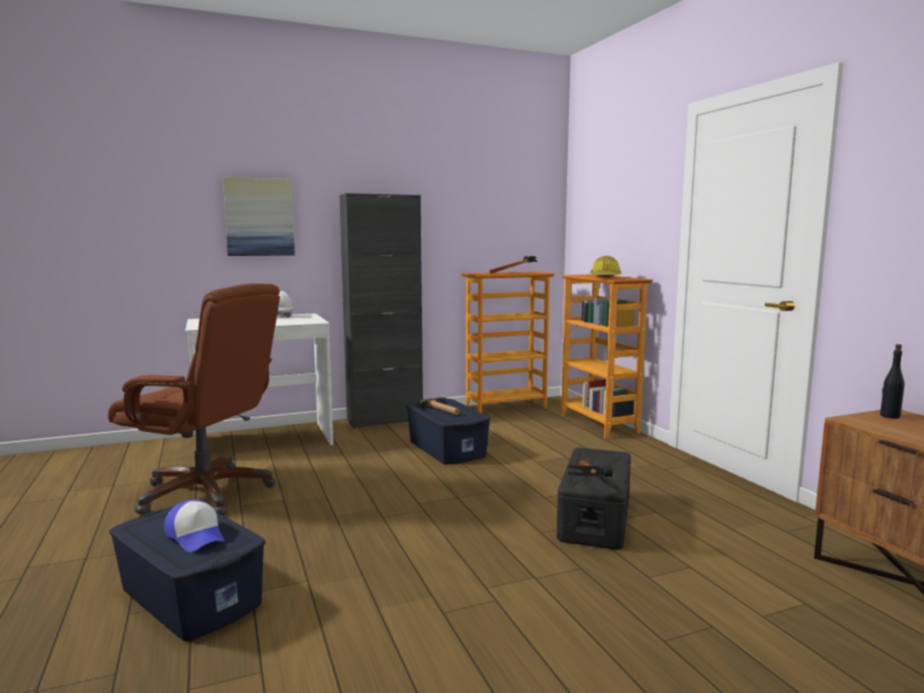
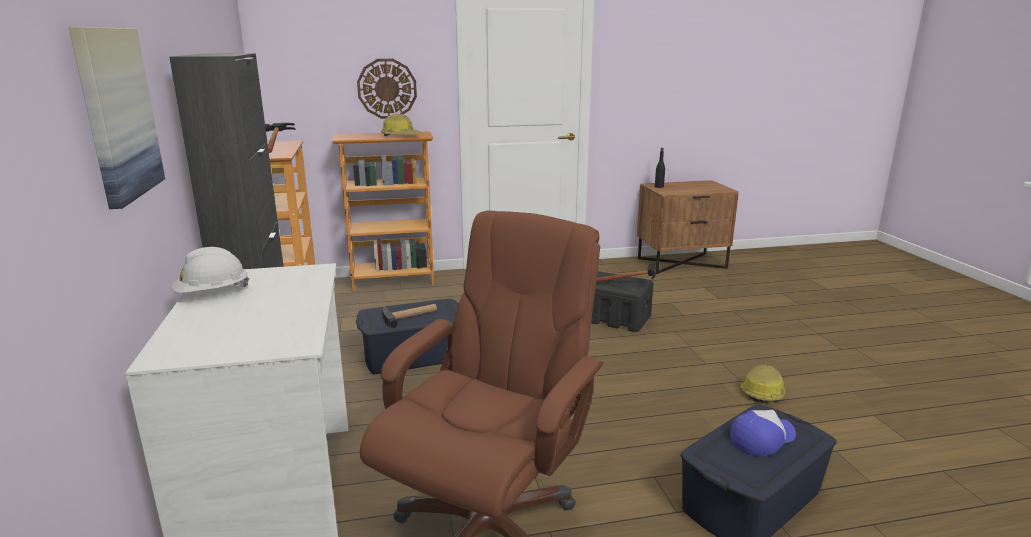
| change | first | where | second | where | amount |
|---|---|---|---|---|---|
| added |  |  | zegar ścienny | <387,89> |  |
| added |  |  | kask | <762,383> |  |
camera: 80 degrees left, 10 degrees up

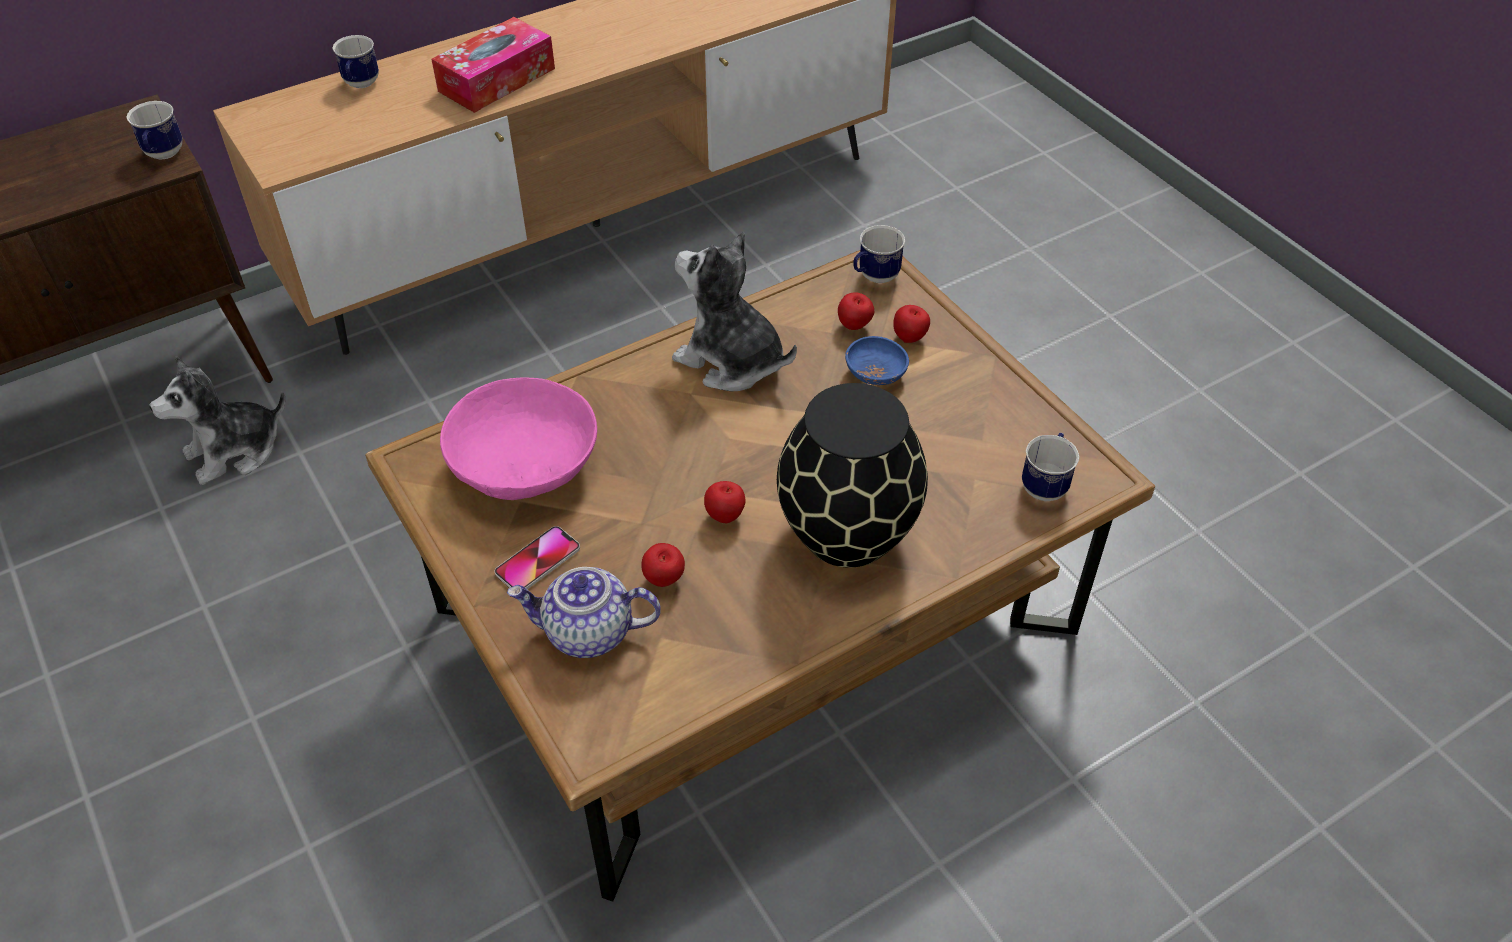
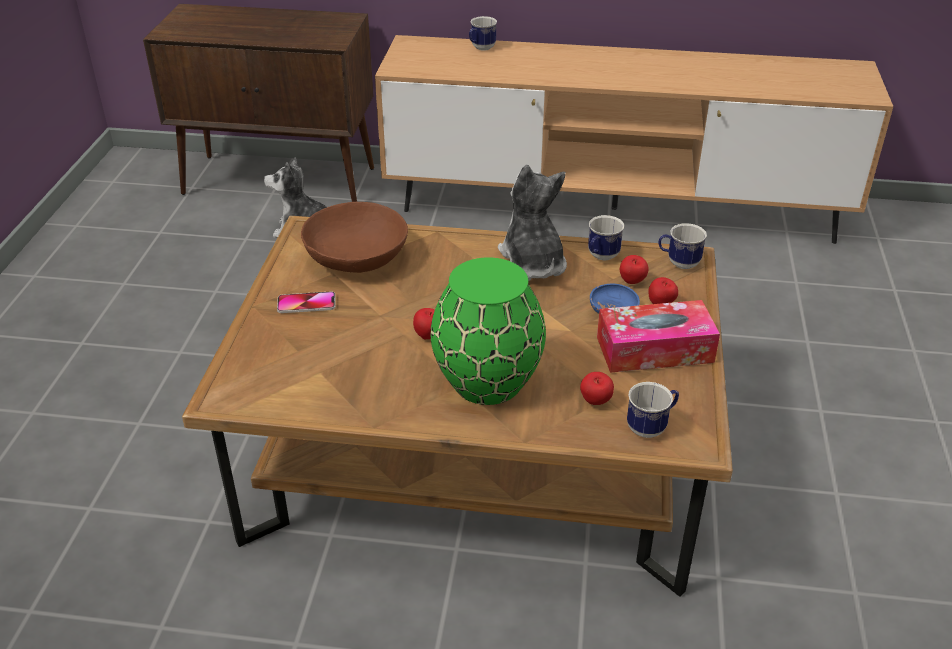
| change | first | where | second | where | amount |
|---|---|---|---|---|---|
| recoloured | miska/różowy | <518,438> | miska/brązowy | <354,237> |  |
| recoloured | wazon/czarny | <852,475> | wazon/zielony | <488,331> |  |
| moved | jabłko | <663,565> |  | <597,388> |  |
| moved | kubek | <154,130> |  | <606,237> |  |
| moved | pudełko chusteczek | <493,65> |  | <658,336> |  |
| removed | imbryk | <583,612> |  |  |  |
camera: 40 degrees right, 10 degrees down

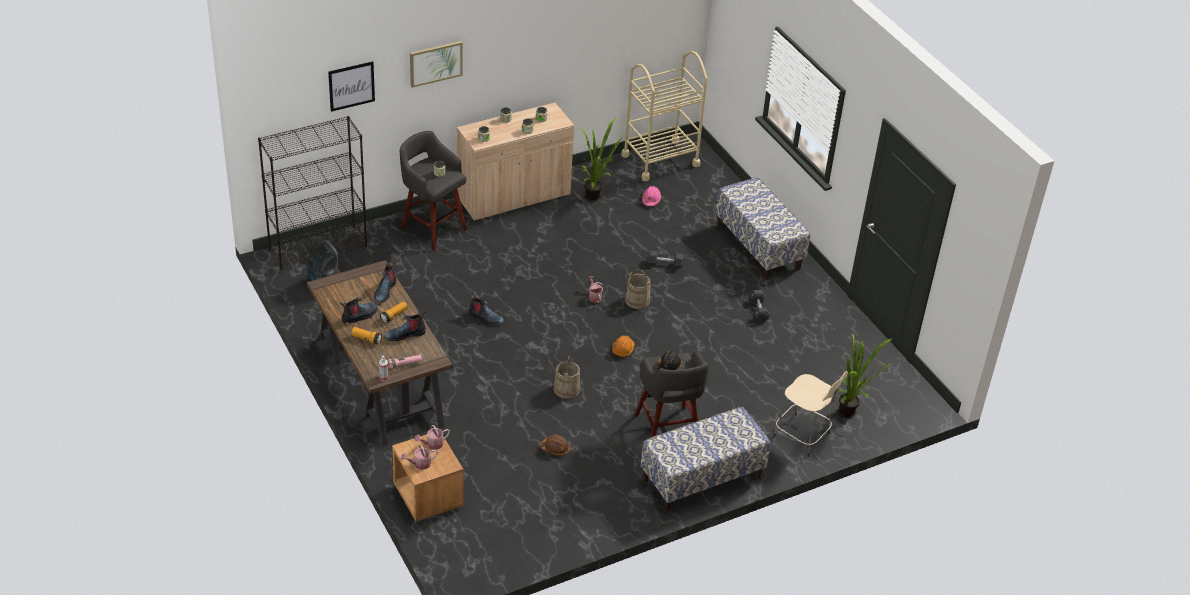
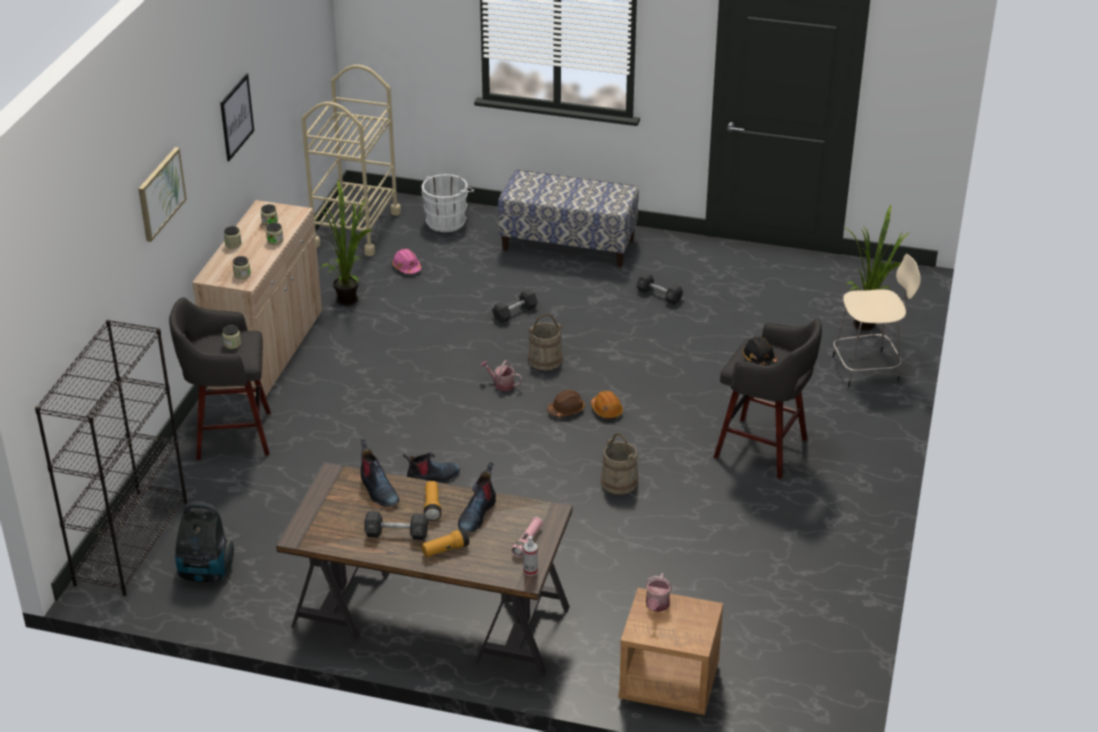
| change | first | where | second | where | amount |
|---|---|---|---|---|---|
| moved | obraz | <351,86> |  | <237,117> |  |
| replaced | but z cholewką | <359,310> | hantel/czarny | <396,525> |  |
| added |  |  | wiadro/biały | <448,203> |  |
| moved | kask/brązowy | <555,445> |  | <566,403> |  |
| removed | konewka | <419,457> |  |  |  |
| removed | ławka | <705,459> |  |  |  |
camera: 45 degrees left, 5 degrees down

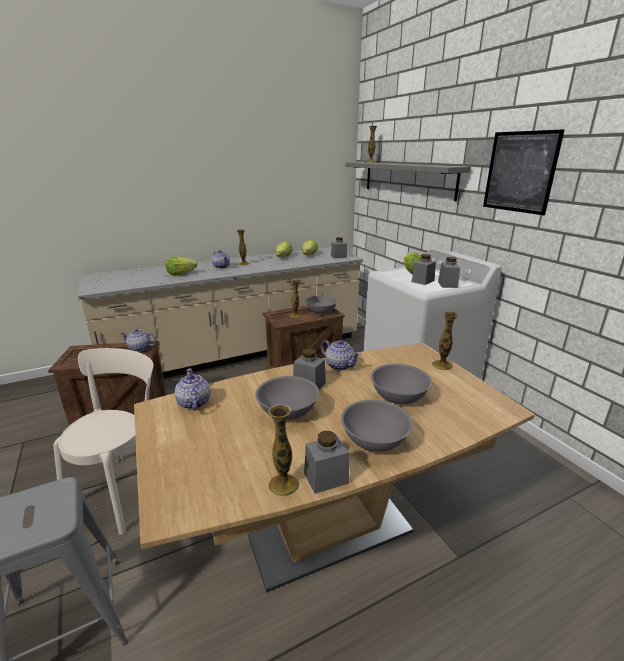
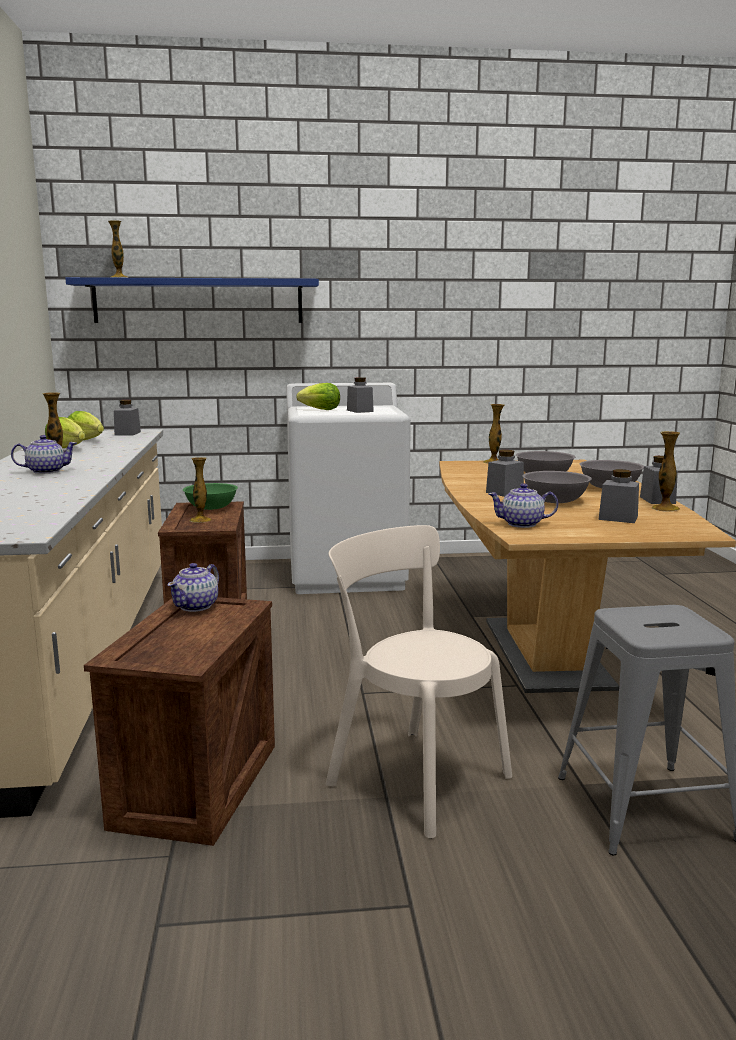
| change | first | where | second | where | amount |
|---|---|---|---|---|---|
| recoloured | półka/szary | <408,181> | półka/niebieski | <192,300> |  |
| recoloured | miska/szary | <321,304> | miska/zielony | <210,496> |  |
| moved | słoik/szary | <449,272> |  | <618,496> |  |
| removed | sałata | <181,266> |  |  |  |
| removed | imbryk | <341,355> |  |  |  |
| removed | obraz | <524,172> |  |  |  |
camera: 70 degrees left, 10 degrees down

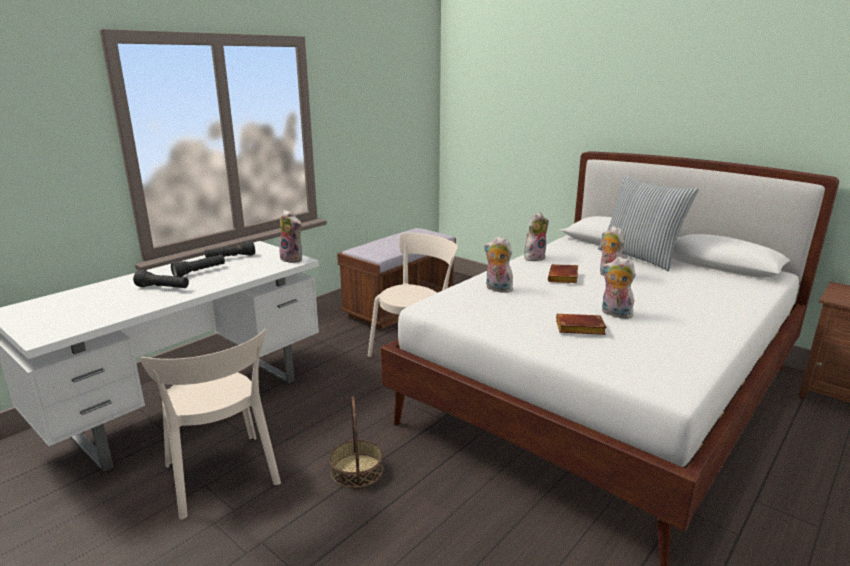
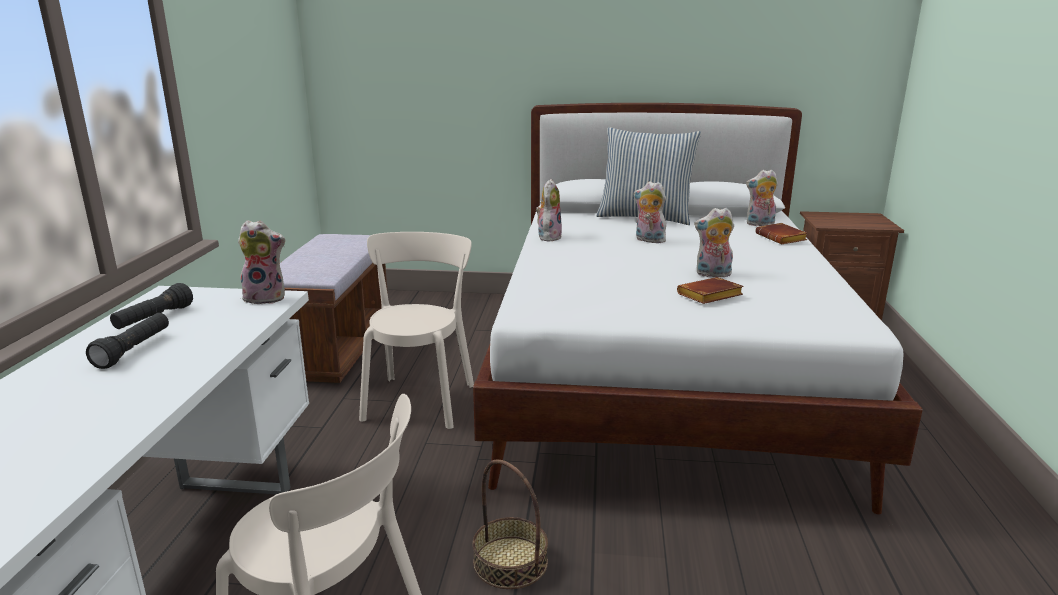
| change | first | where | second | where | amount |
|---|---|---|---|---|---|
| moved | pluszak | <498,264> |  | <762,197> |  |
| moved | książka/brązowy | <563,273> |  | <781,233> |  |
| removed | latarka/czarny | <161,279> |  |  |  |
camera: 35 degrees left, 0 degrees up

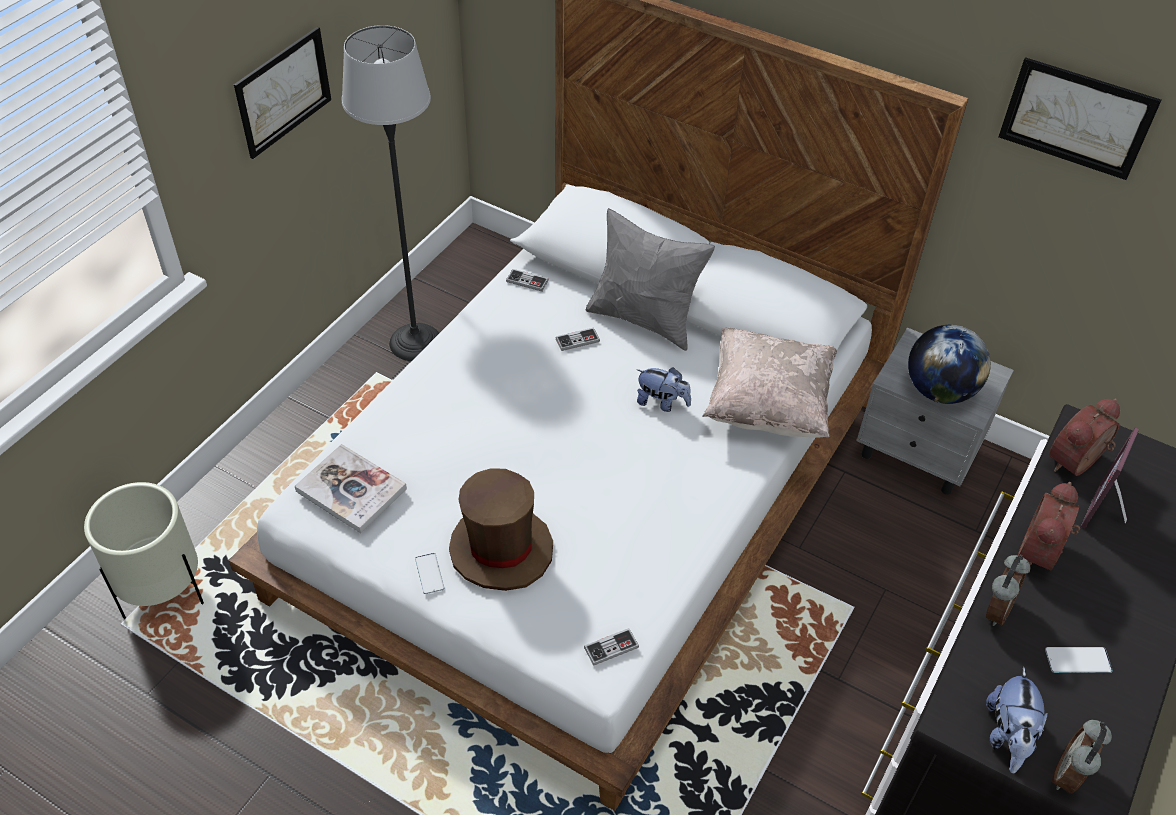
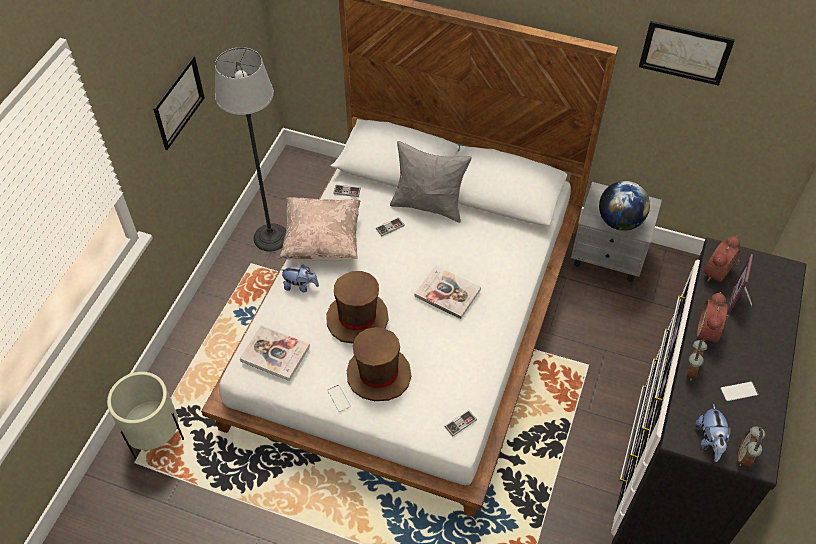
| change | first | where | second | where | amount |
|---|---|---|---|---|---|
| moved | poduszka/beżowy | <769,382> |  | <319,229> |  |
| moved | pluszak | <663,389> |  | <299,278> |  |
| added |  |  | kapelusz/brązowy | <357,307> |  |
| added |  |  | książka | <448,292> |  |
camera: 10 degrees left, 5 degrees up

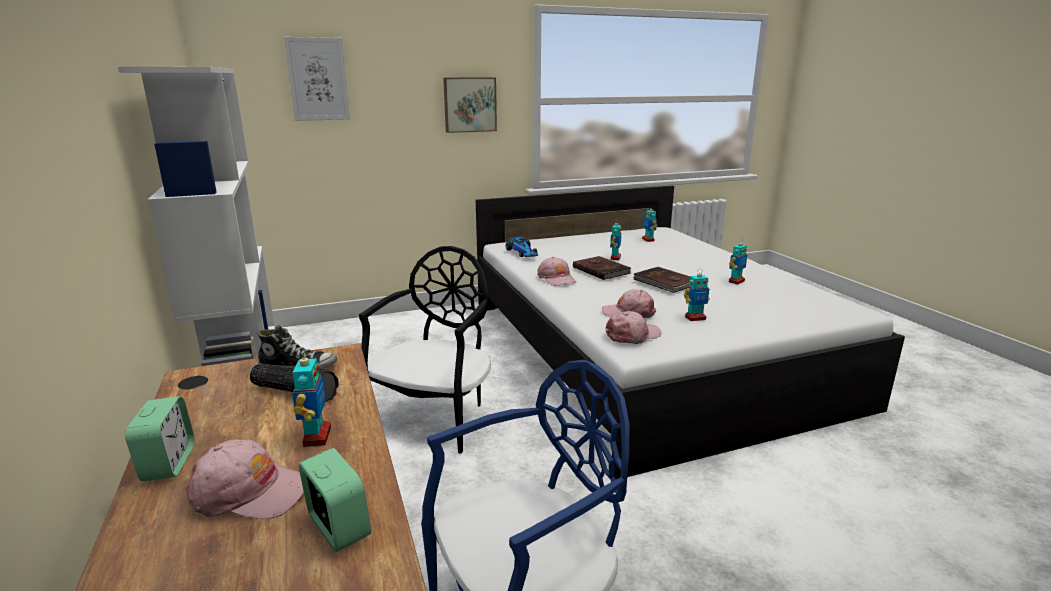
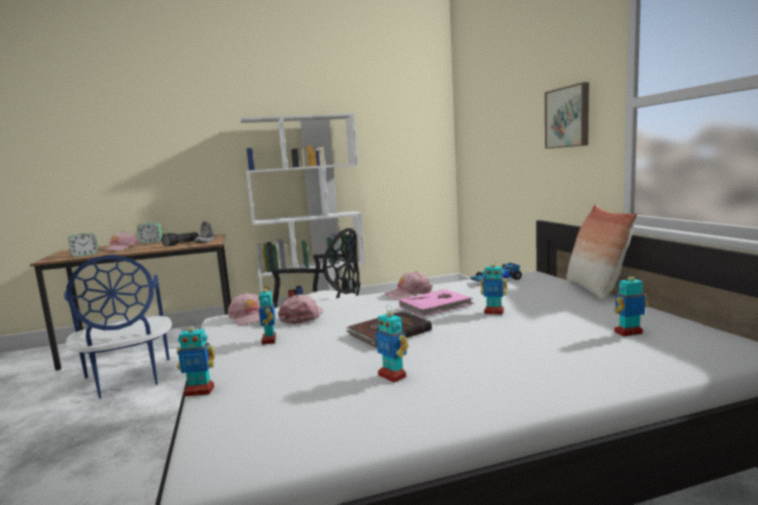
| change | first | where | second | where | amount |
|---|---|---|---|---|---|
| moved | robot zabawkowy | <311,398> |  | <196,358> |  |
| recoloured | książka/brązowy | <602,268> | książka/różowy | <436,303> |  |
| added |  |  | poduszka | <601,252> |  |
| removed | obraz | <317,79> |  |  |  |
camera: 95 degrees right, 10 degrees down

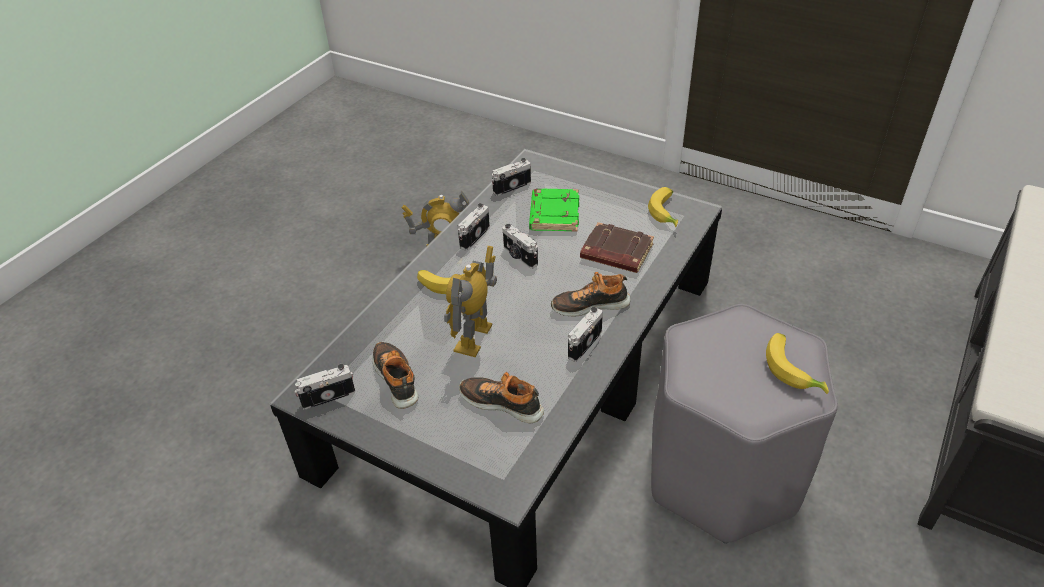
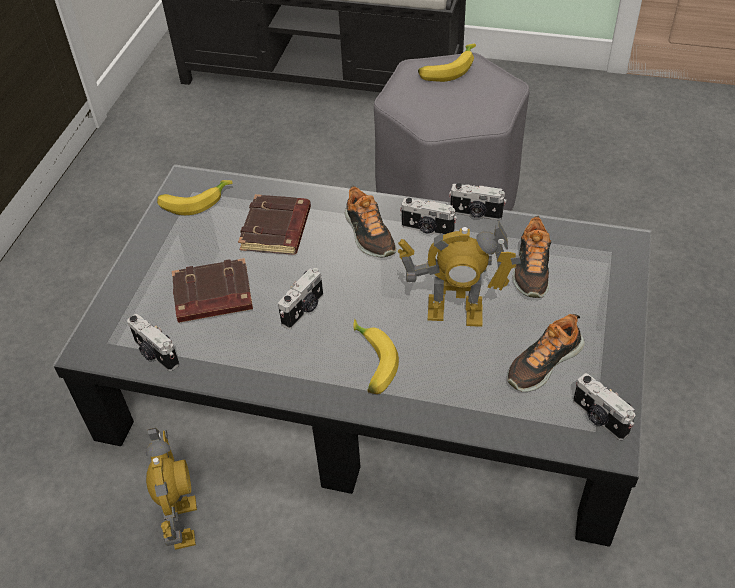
| change | first | where | second | where | amount |
|---|---|---|---|---|---|
| recoloured | książka/zielony | <554,210> | książka/brązowy | <212,290> |  |
| moved | aparat fotograficzny | <473,226> |  | <477,201> |  |
camera: 105 degrees left, 5 degrees up

